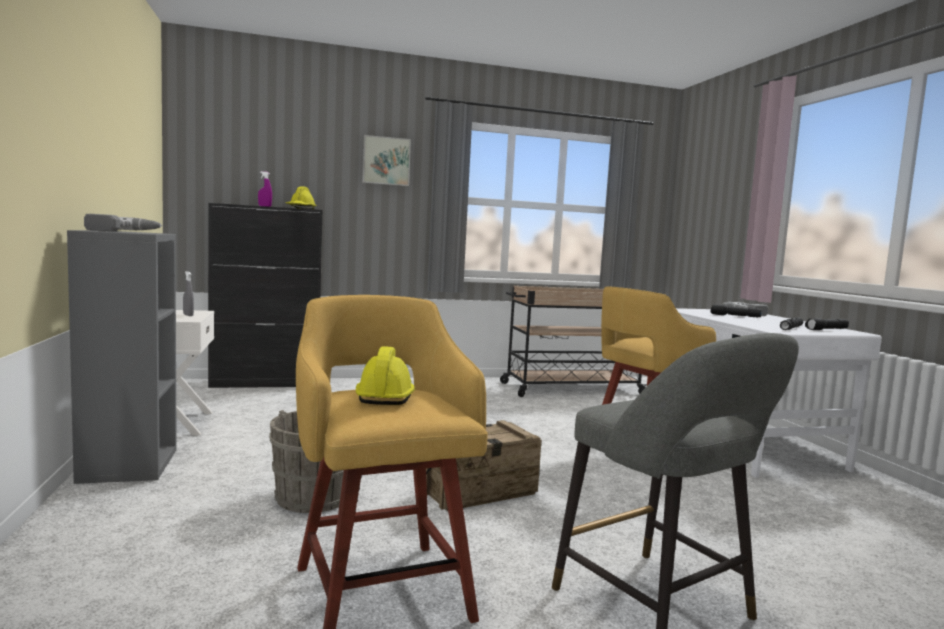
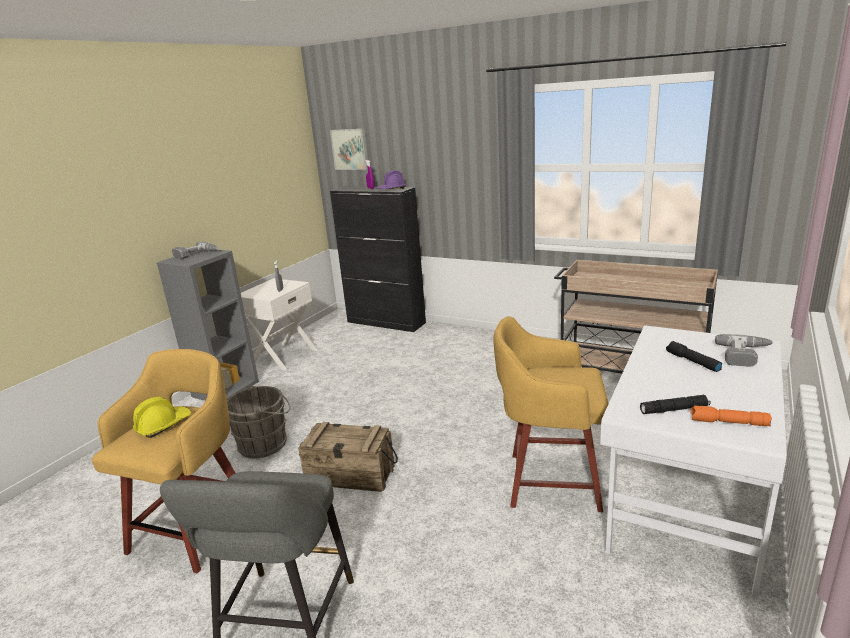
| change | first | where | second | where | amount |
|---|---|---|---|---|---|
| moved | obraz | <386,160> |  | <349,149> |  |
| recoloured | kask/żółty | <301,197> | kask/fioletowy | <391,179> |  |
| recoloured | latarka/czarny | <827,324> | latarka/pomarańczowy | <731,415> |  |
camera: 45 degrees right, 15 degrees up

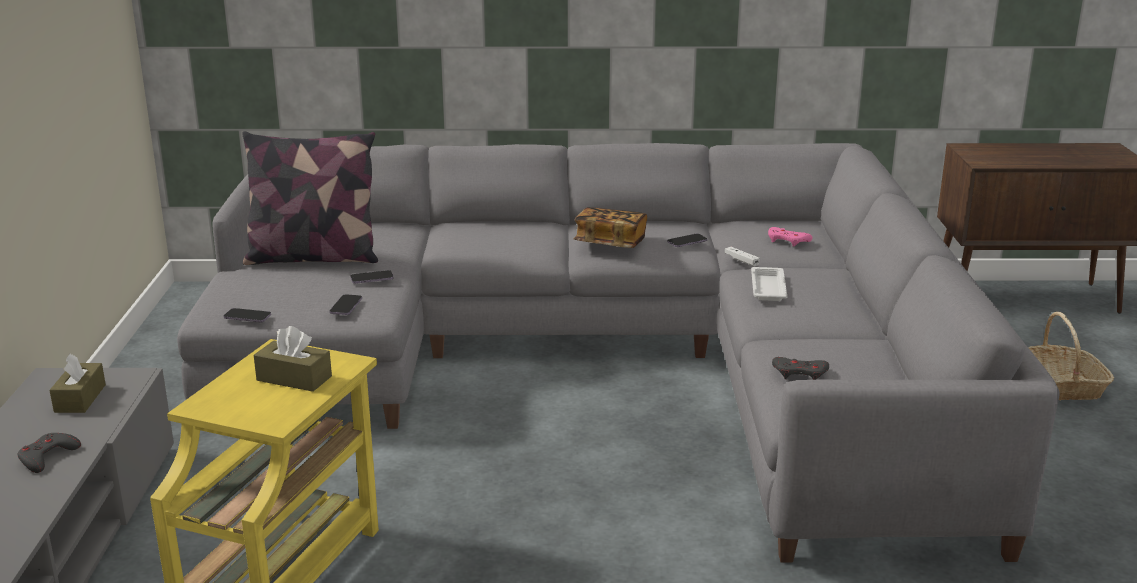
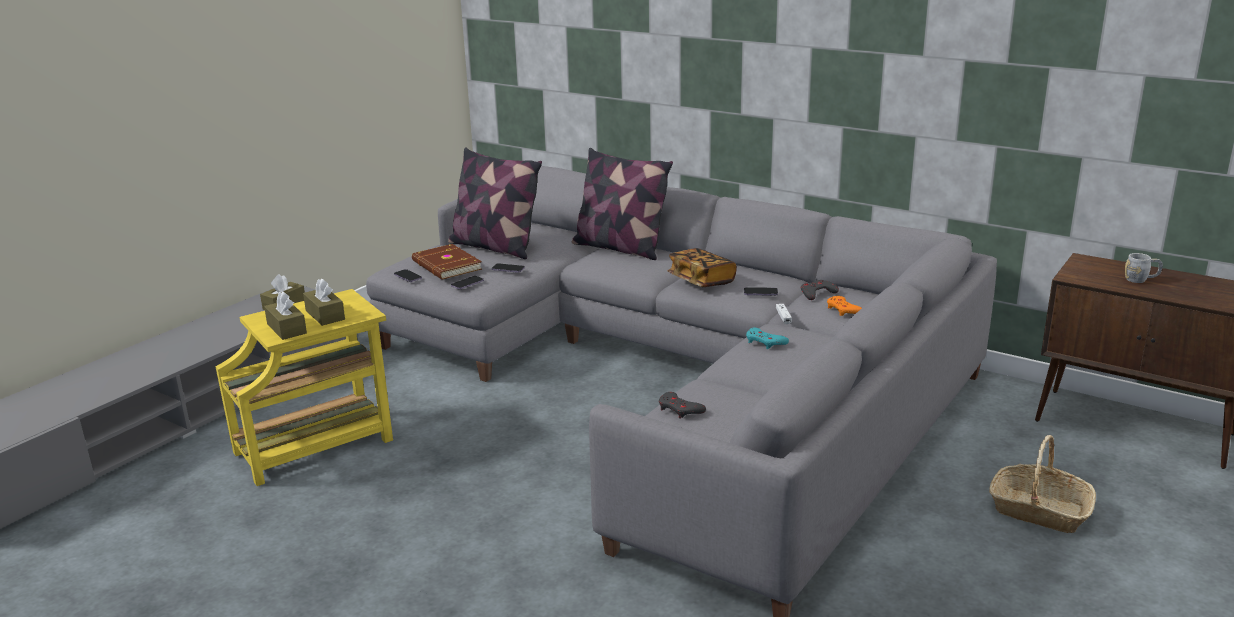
| change | first | where | second | where | amount |
|---|---|---|---|---|---|
| added |  |  | pudełko chusteczek/brązowy | <285,315> |  |
| added |  |  | książka/brązowy | <447,262> |  |
| added |  |  | poduszka | <622,204> |  |
| replaced | taca/biały | <769,284> | pad do gier/turkusowy | <767,338> |  |
| moved | pad do gier/szary | <49,453> |  | <820,290> |  |
| recoloured | pad do gier/różowy | <790,237> | pad do gier/pomarańczowy | <844,306> |  |
| added |  |  | kubek/szary | <1144,268> |  |
camera: 35 degrees right, 0 degrees up

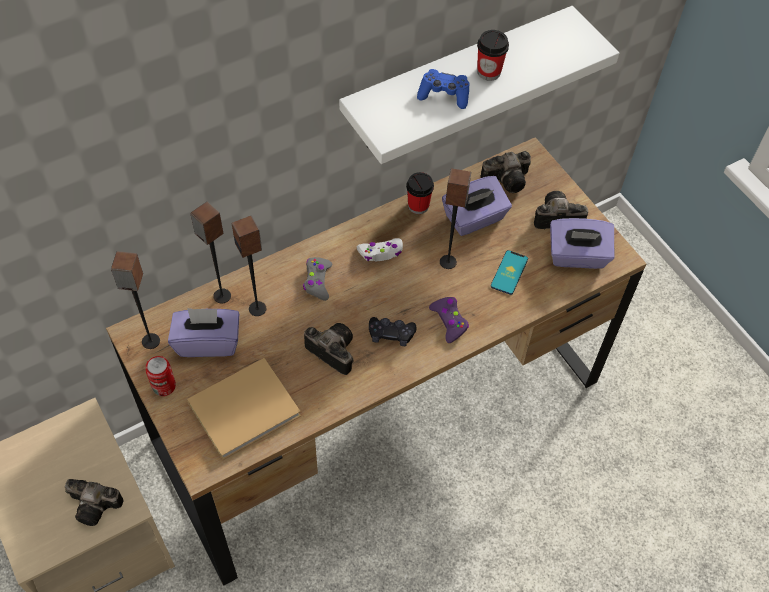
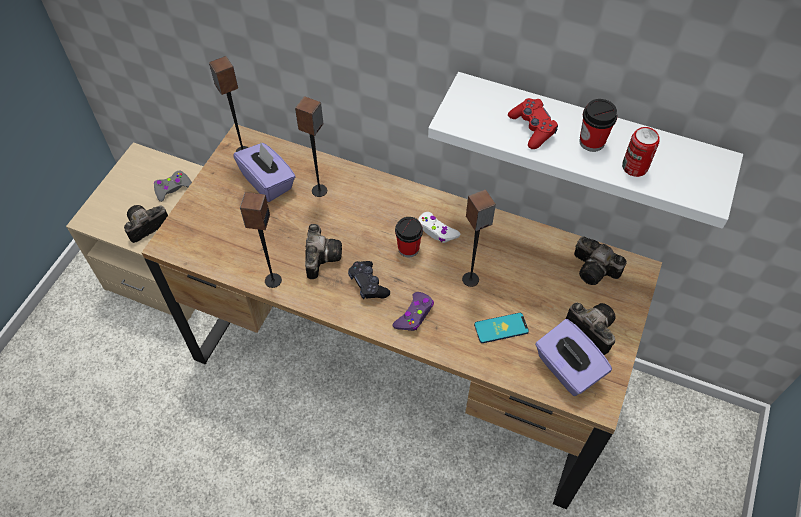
| change | first | where | second | where | amount |
|---|---|---|---|---|---|
| turned | aparat fotograficzny | <94,502> |  | <146,224> | 75 degrees clockwise |
| moved | pad do gier/szary | <317,279> |  | <173,186> |  |
| moved | głośnik | <210,252> |  | <261,240> |  |
| moved | filiżanka | <420,193> |  | <409,237> |  |
| recoloured | pad do gier/niebieski | <443,89> | pad do gier/czerwony | <533,123> |  |
| moved | puszka | <160,376> |  | <641,152> |  |
| removed | książka/beżowy | <244,409> |  |  |  |
| removed | pudełko chusteczek/fioletowy | <477,206> |  |  |  |
camera: 55 degrees right, 0 degrees up

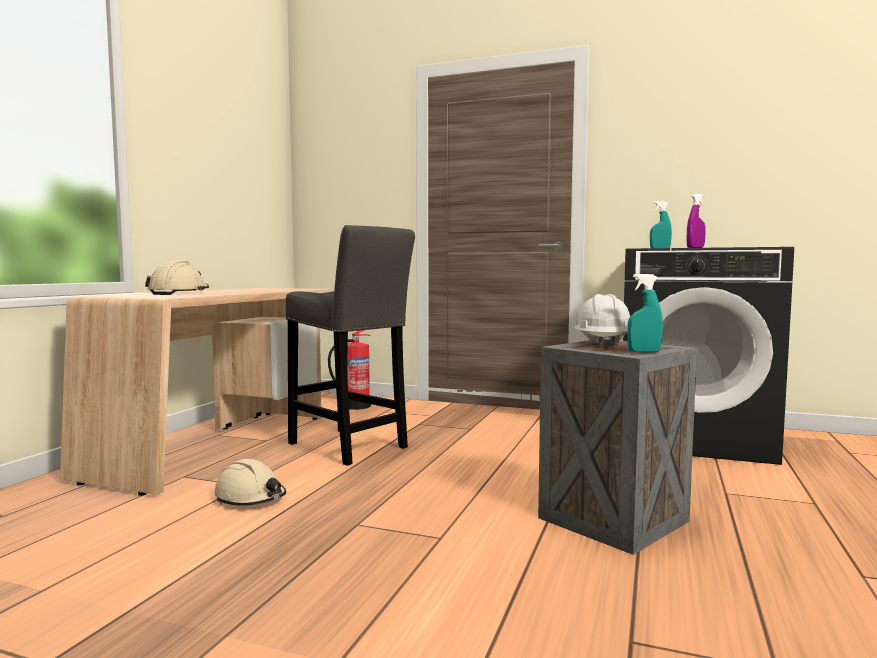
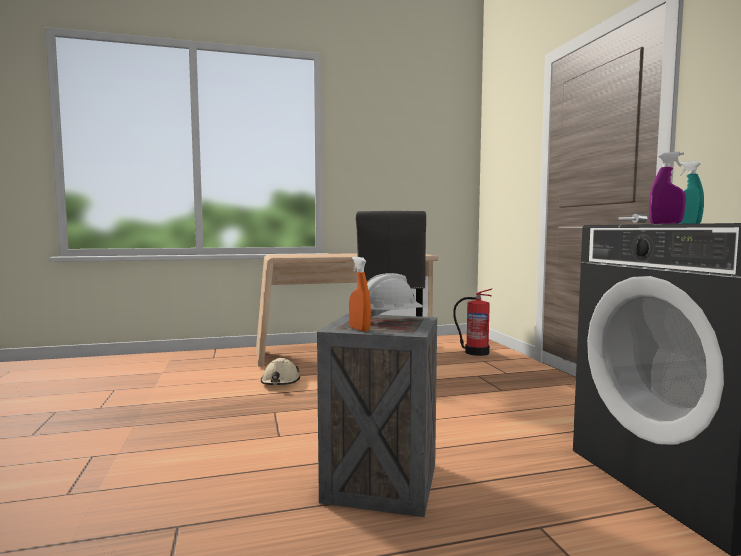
| change | first | where | second | where | amount |
|---|---|---|---|---|---|
| recoloured | spryskiwacz/turkusowy | <645,313> | spryskiwacz/pomarańczowy | <360,294> |  |
| removed | kask/beżowy | <177,277> |  |  |  |
camera: 55 degrees right, 0 degrees up

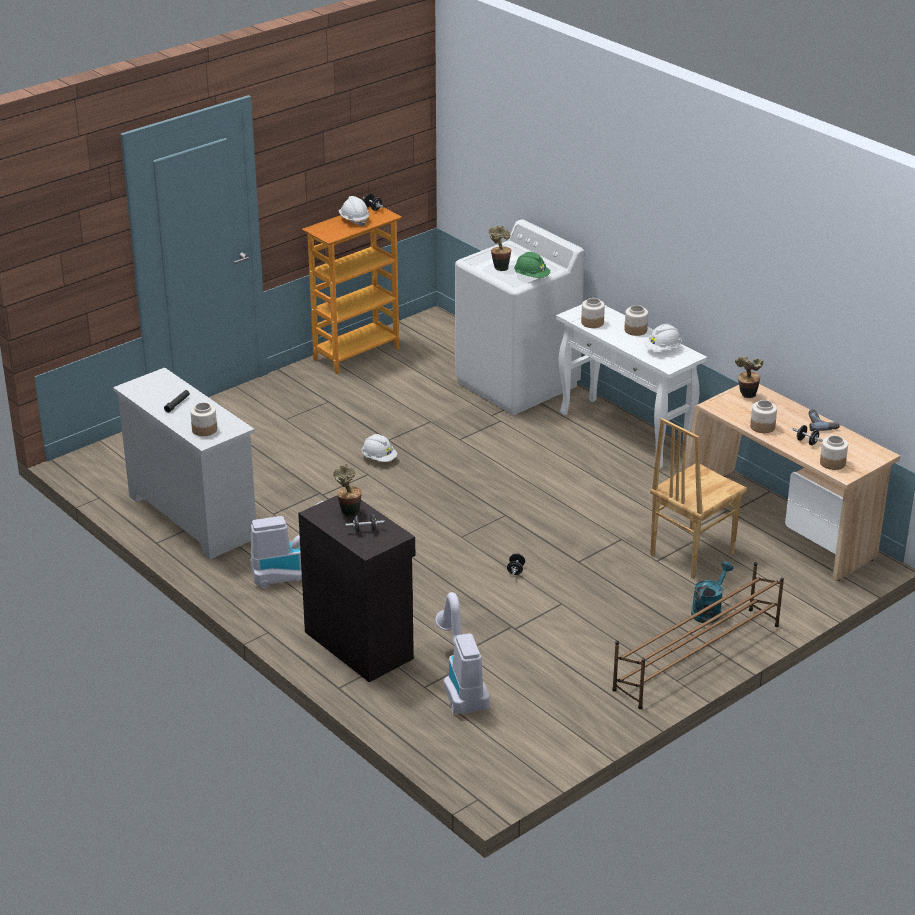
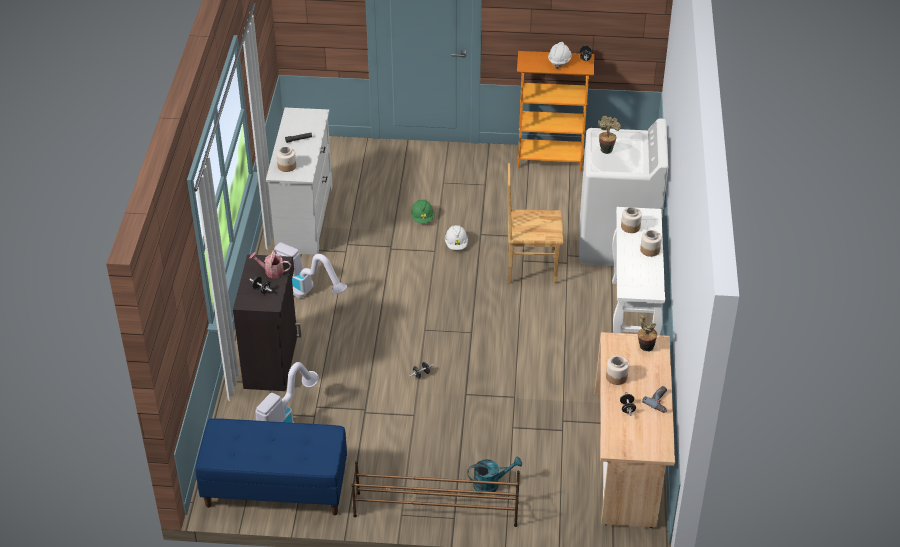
| change | first | where | second | where | amount |
|---|---|---|---|---|---|
| added |  |  | ławka/niebieski | <271,466> |  |
| replaced | roślina doniczkowa | <347,490> | konewka | <270,264> |  |
| moved | kask/zielony | <532,265> |  | <422,212> |  |
| moved | krzesło/brązowy | <698,498> |  | <535,223> |  |
| removed | kask/biały | <663,337> |  |  |  |
| removed | słoik | <834,452> |  |  |  |
camera: 45 degrees right, 10 degrees up

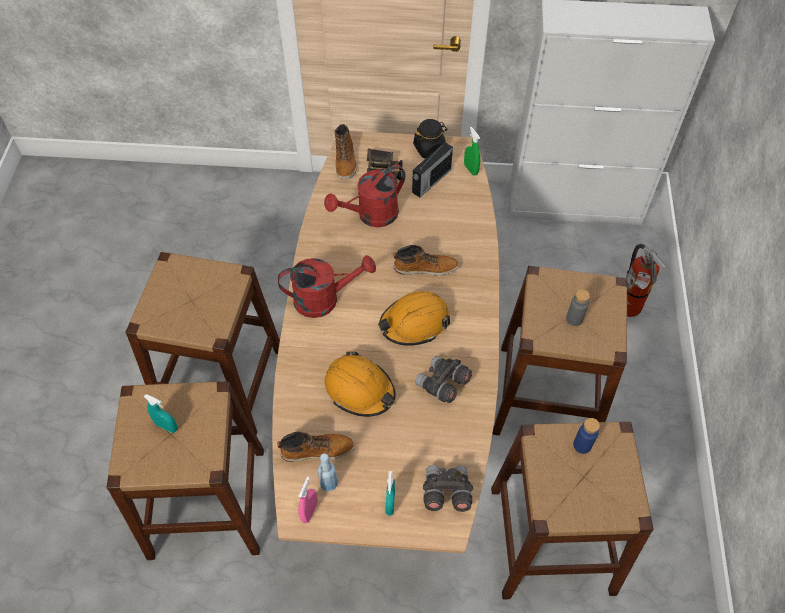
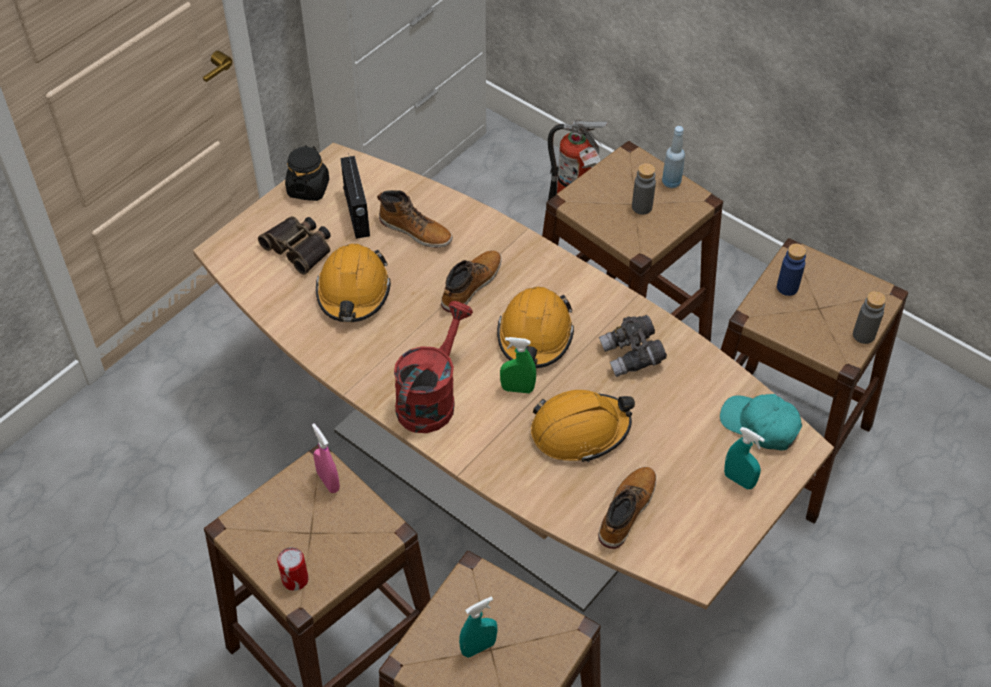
| change | first | where | second | where | amount |
|---|---|---|---|---|---|
| added |  |  | puszka | <292,569> |  |
| moved | spryskiwacz/różowy | <308,499> |  | <326,458> |  |
| replaced | konewka/czerwony | <364,196> | kask/pomarańczowy | <353,283> |  |
| moved | but z cholewką | <346,151> |  | <415,219> |  |
| moved | spryskiwacz/zielony | <472,151> |  | <518,365> |  |
| moved | butelka/niebieski | <328,472> |  | <673,157> |  |
| replaced | lornetka/szary | <448,488> | czapka z daszkiem/turkusowy | <761,422> |  |
| added |  |  | butelka/szary | <869,317> |  |
camera: 55 degrees left, 5 degrees down

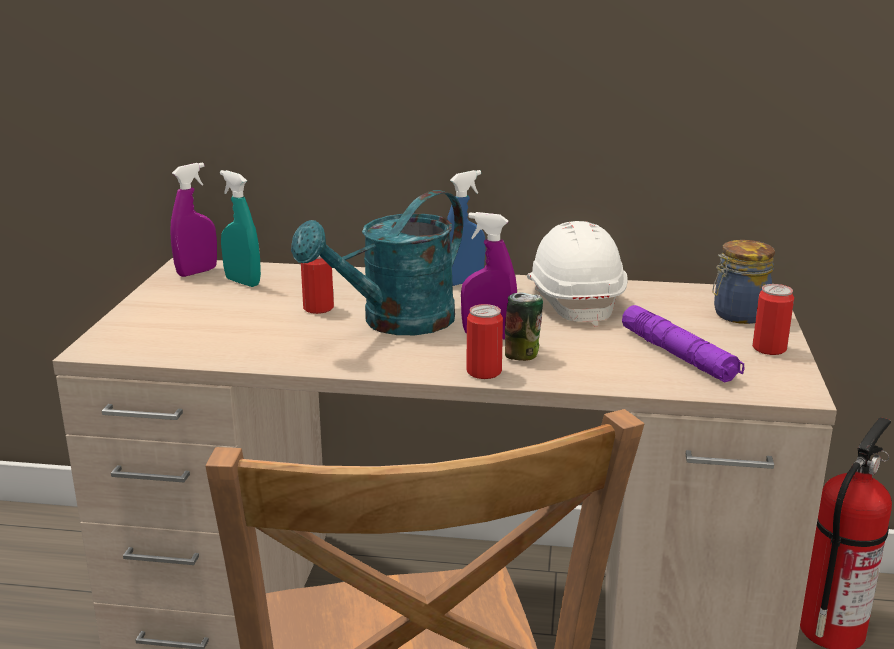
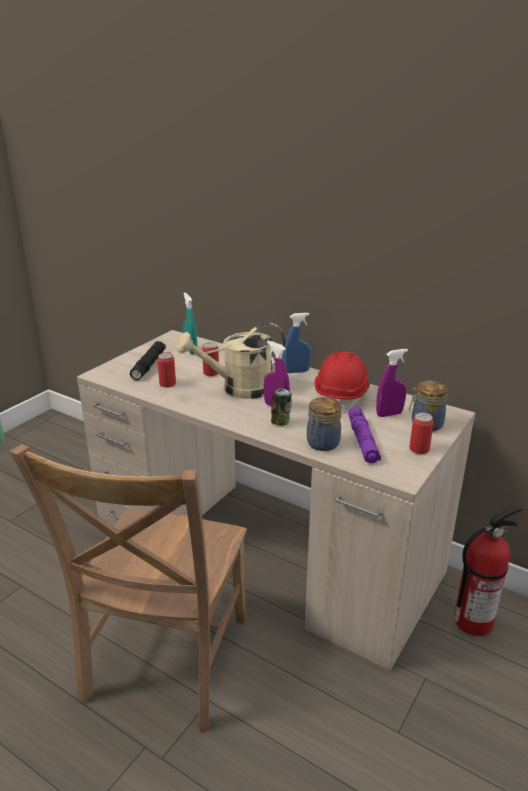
| change | first | where | second | where | amount |
|---|---|---|---|---|---|
| added |  |  | latarka/czarny | <148,360> |  |
| moved | puszka | <484,341> |  | <167,370> |  |
| recoloured | konewka/turkusowy | <377,262> | konewka/beżowy | <231,361> |  |
| added |  |  | słoik | <324,424> |  |
| recoloured | kask/biały | <577,273> | kask/czerwony | <342,381> |  |
| moved | spryskiwacz/fioletowy | <193,219> |  | <392,383> |  |
camera: 25 degrees right, 5 degrees up

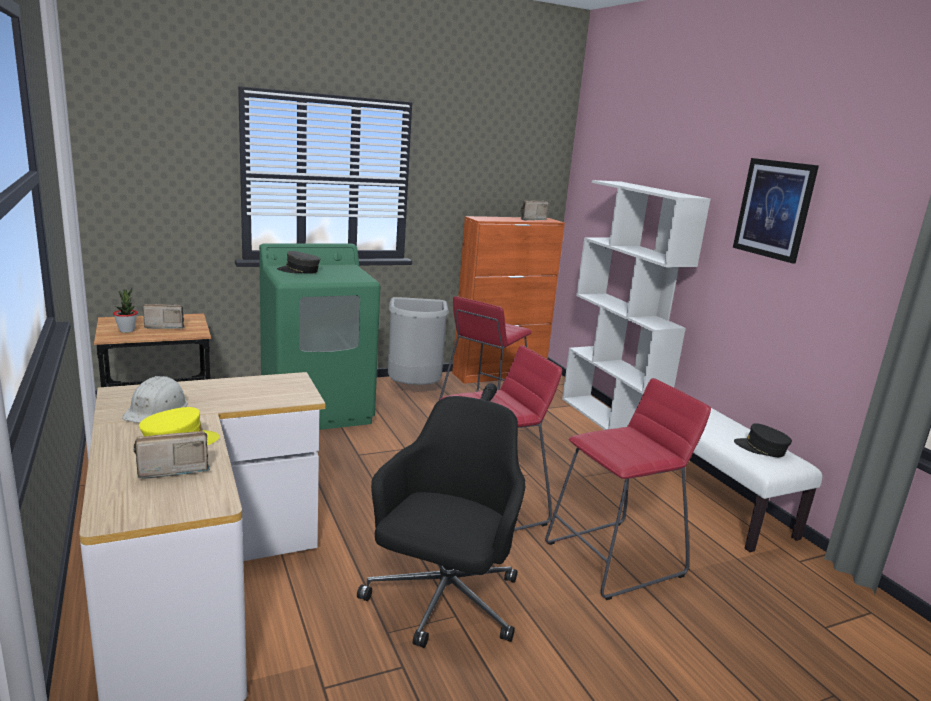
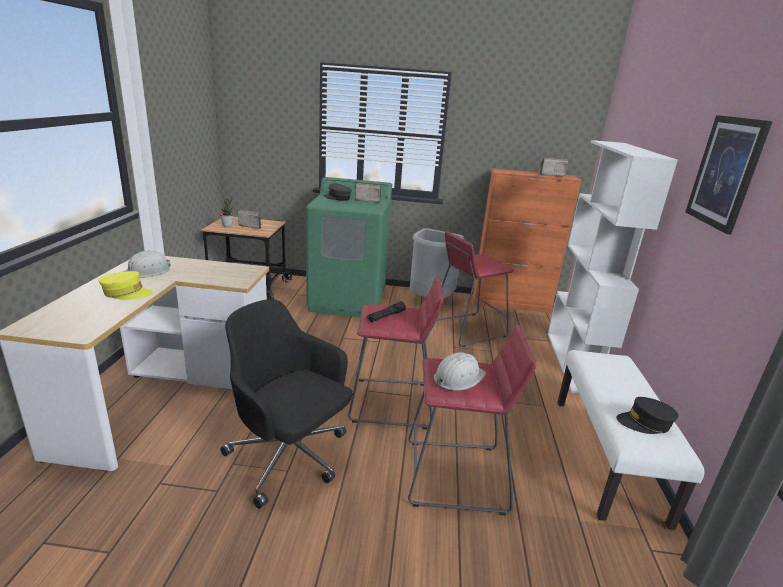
| change | first | where | second | where | amount |
|---|---|---|---|---|---|
| turned | krzesło biurowe/czarny | <441,522> |  | <286,404> | 105 degrees counterclockwise |
| moved | radio | <172,454> |  | <368,192> |  |
| added |  |  | kask/biały | <460,371> |  |
| turned | czapka z daszkiem/czarny | <763,440> |  | <647,415> | 60 degrees counterclockwise |
camera: 30 degrees right, 5 degrees up

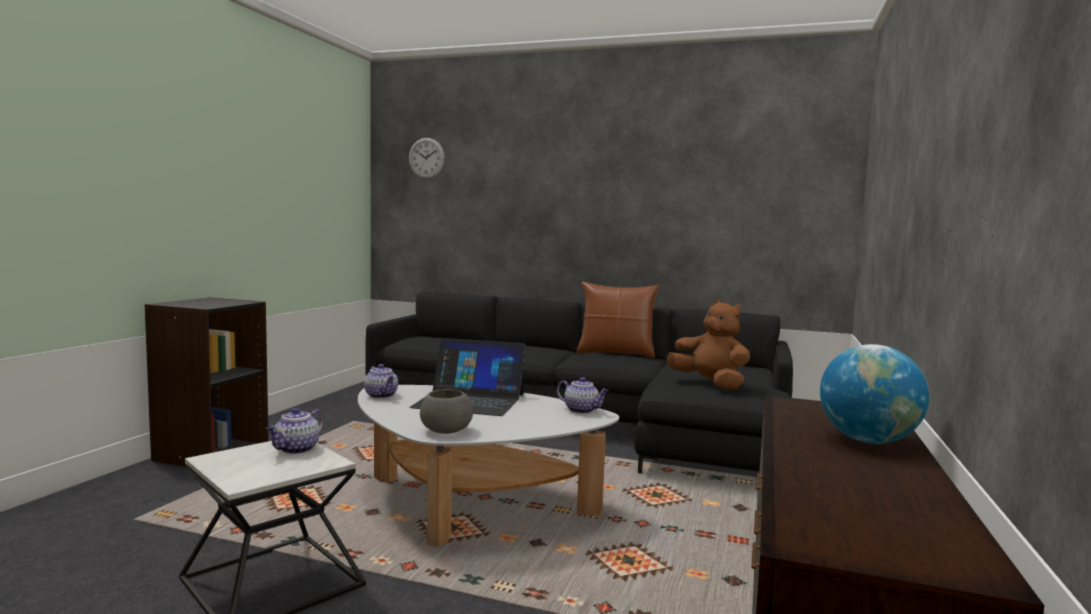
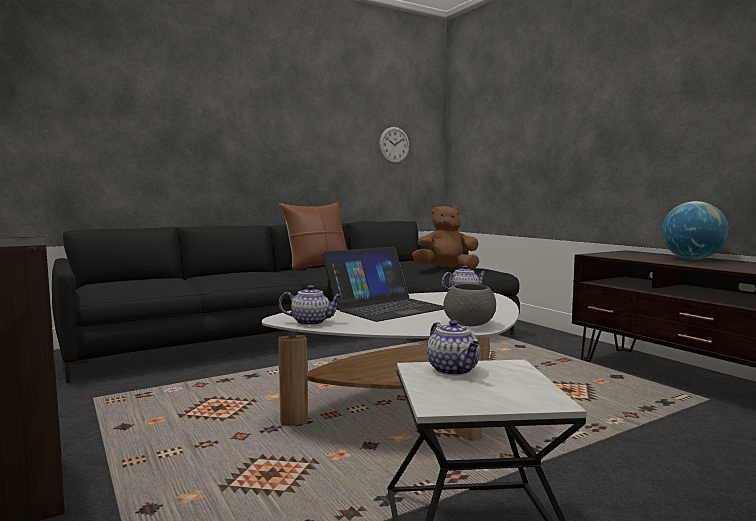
| change | first | where | second | where | amount |
|---|---|---|---|---|---|
| moved | zegar ścienny | <427,158> |  | <394,145> |  |
camera: 50 degrees left, 0 degrees up

